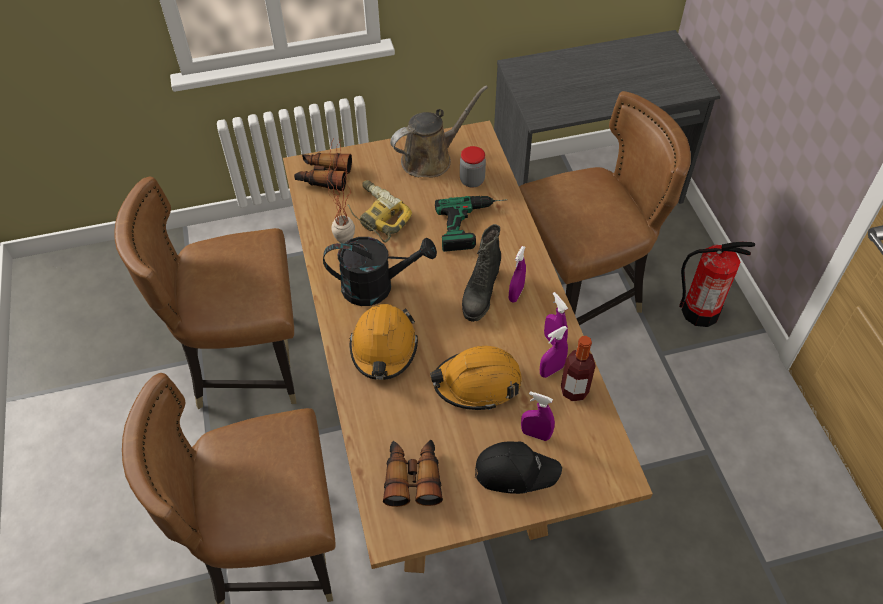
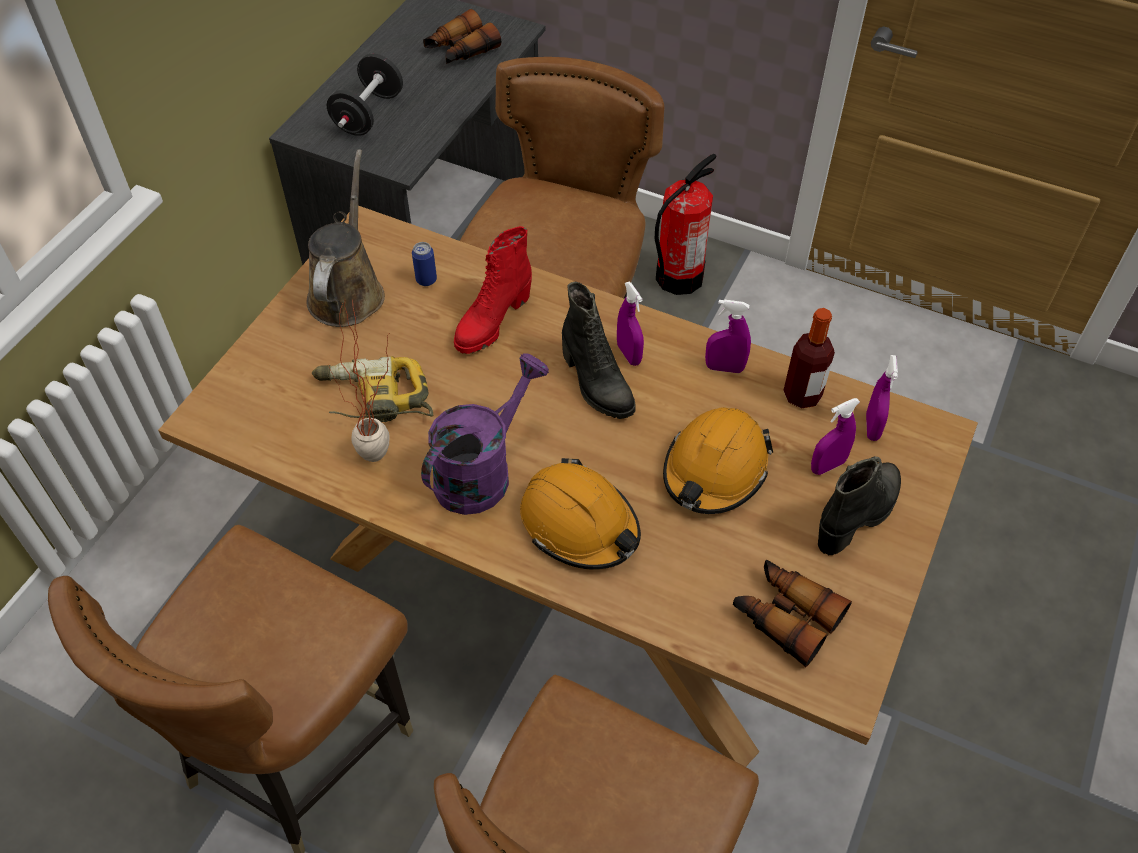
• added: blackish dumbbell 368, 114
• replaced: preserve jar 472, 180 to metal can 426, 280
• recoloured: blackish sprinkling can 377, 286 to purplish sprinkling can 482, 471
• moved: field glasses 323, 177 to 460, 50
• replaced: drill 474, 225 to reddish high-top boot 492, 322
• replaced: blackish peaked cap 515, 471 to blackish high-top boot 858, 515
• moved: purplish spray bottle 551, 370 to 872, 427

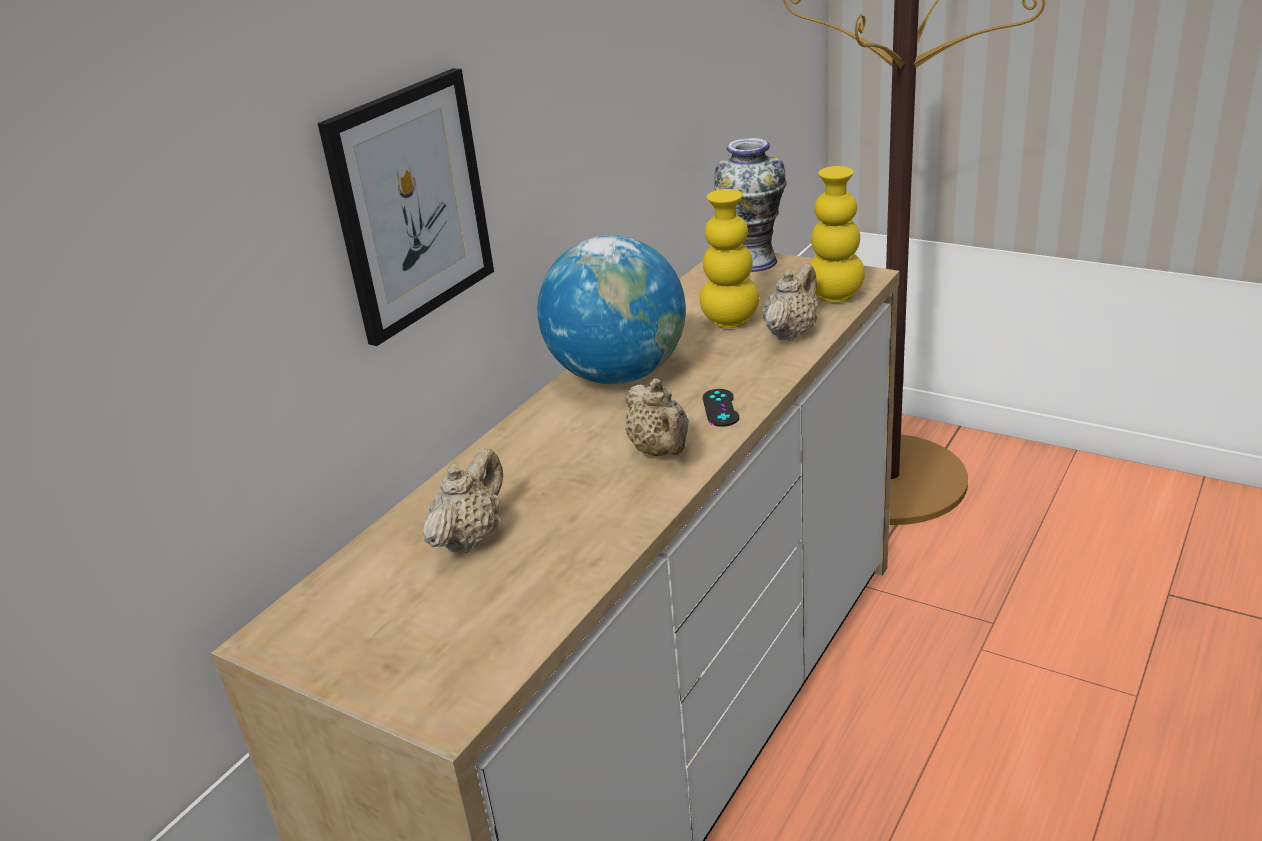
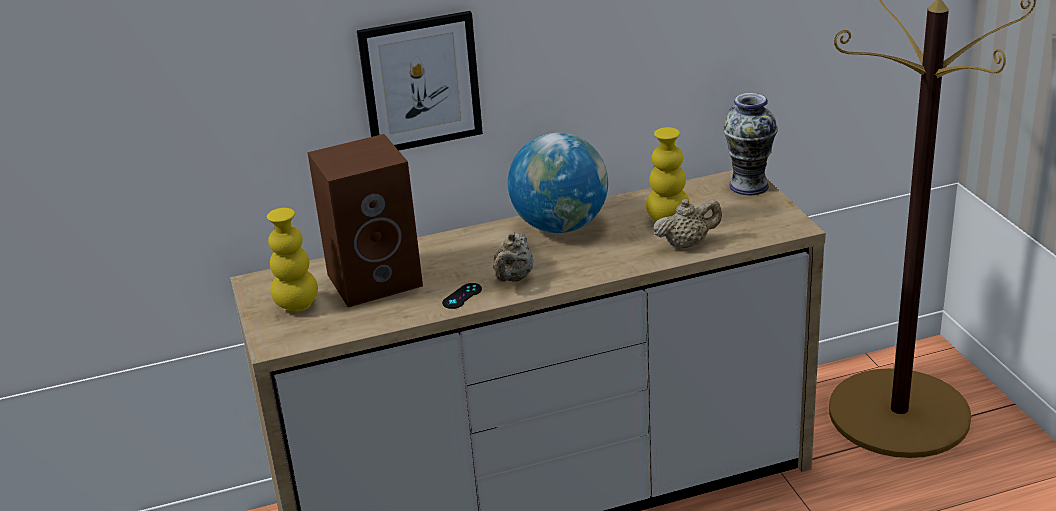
• moved: yellow-coloured vase 835, 296 to 297, 306
• replaced: sand-coloured pot for tea 470, 538 to brown speaker 376, 278
• moved: blackish gamepad 720, 408 to 462, 296

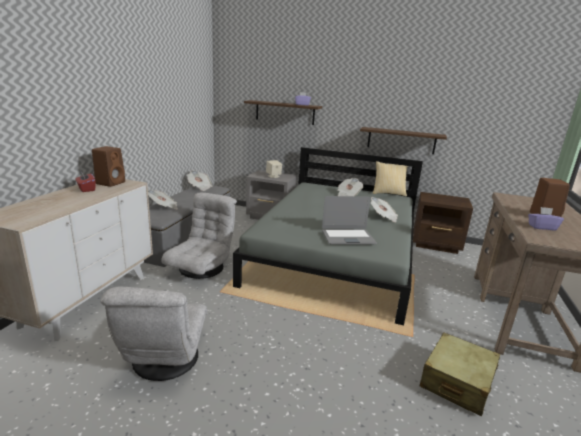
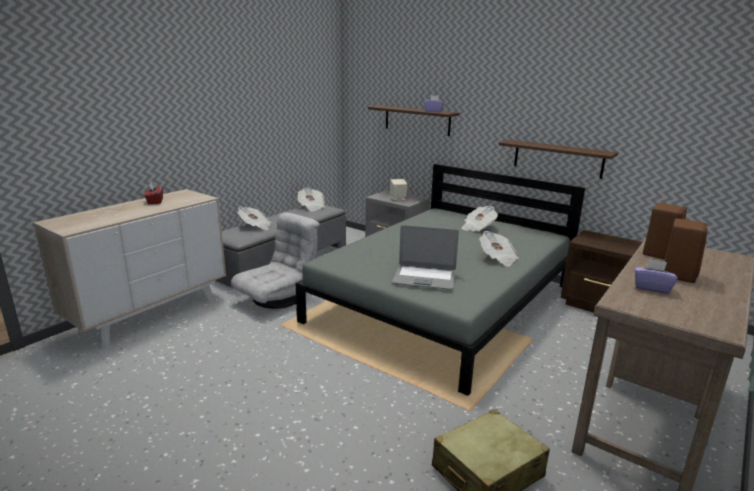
• moved: brown speaker 111, 183 to 659, 253
• removed: gray armchair 164, 357
• removed: pillow 388, 193

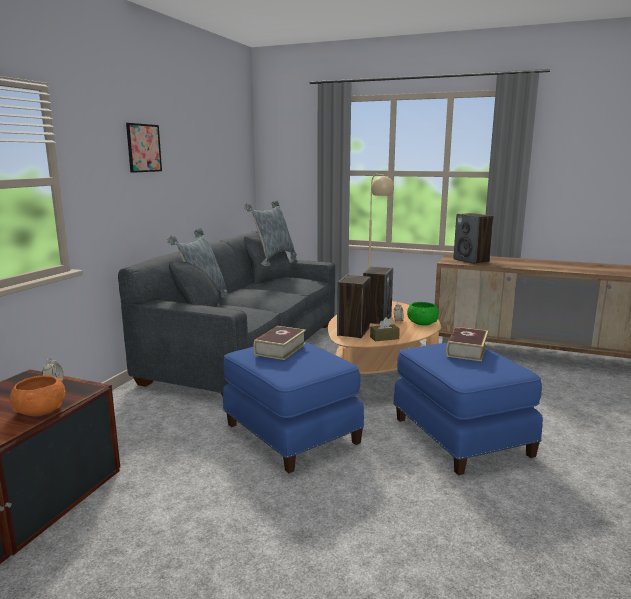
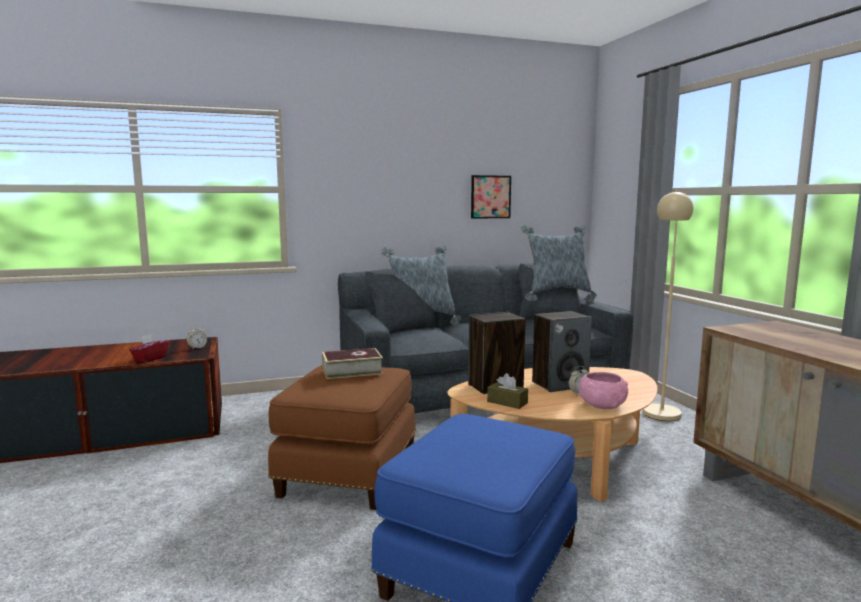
• replaced: orangey bowl 40, 411 to reddish tissue holder 150, 359
• recoloured: blue ottoman 290, 434 to brown ottoman 347, 471
• moved: wall art 144, 148 to 490, 197
• recoloured: greenish bowl 422, 323 to pinkish bowl 602, 405
• removed: volume 467, 350
• removed: speaker 471, 260

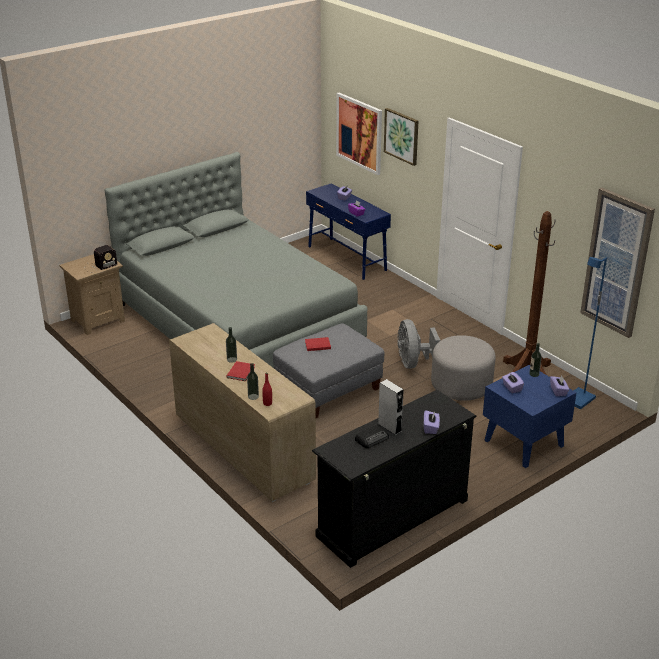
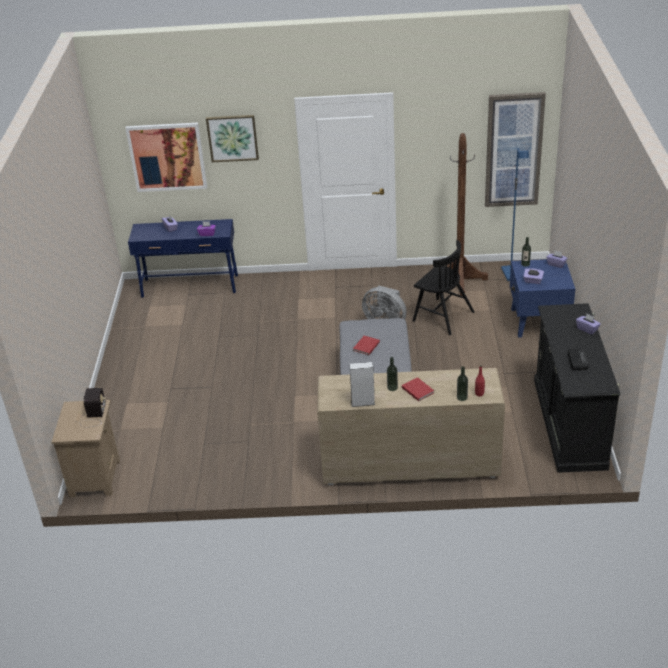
• moved: gray speaker 389, 427 to 363, 403
• replaced: gray ottoman 461, 385 to blackish plain chair 440, 315
• removed: gray sleeping bed 238, 323

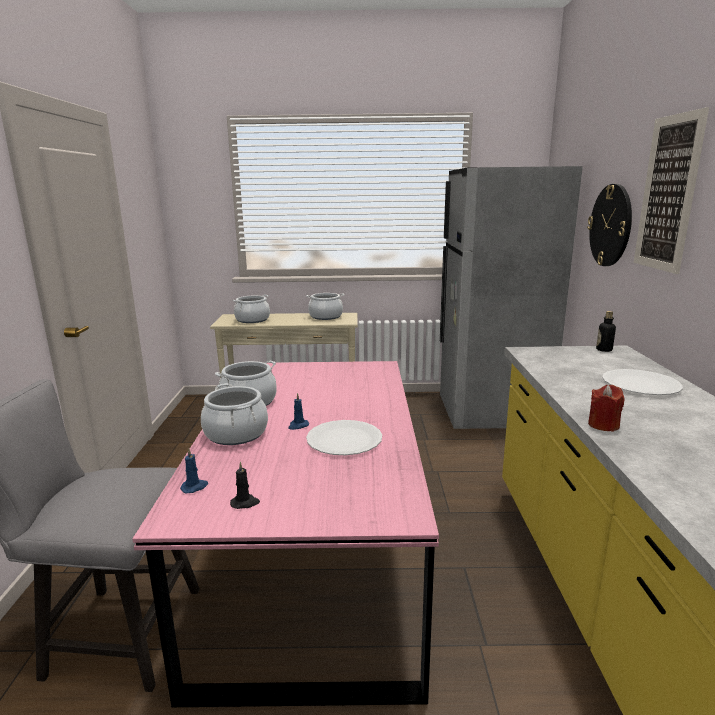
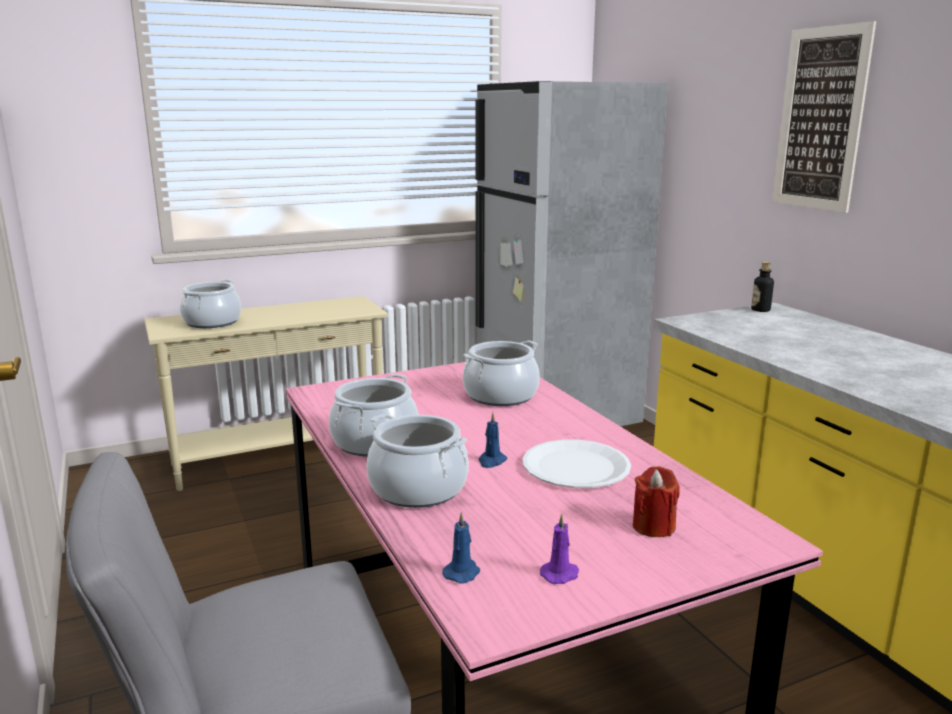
• moved: saucepot 325, 316 to 500, 395
• recoloured: blackish wax light 245, 503 to purplish wax light 560, 574
• moved: reddish wax light 603, 425 to 653, 526
• removed: clock on the wall 610, 225
• removed: white dinner plate 641, 384

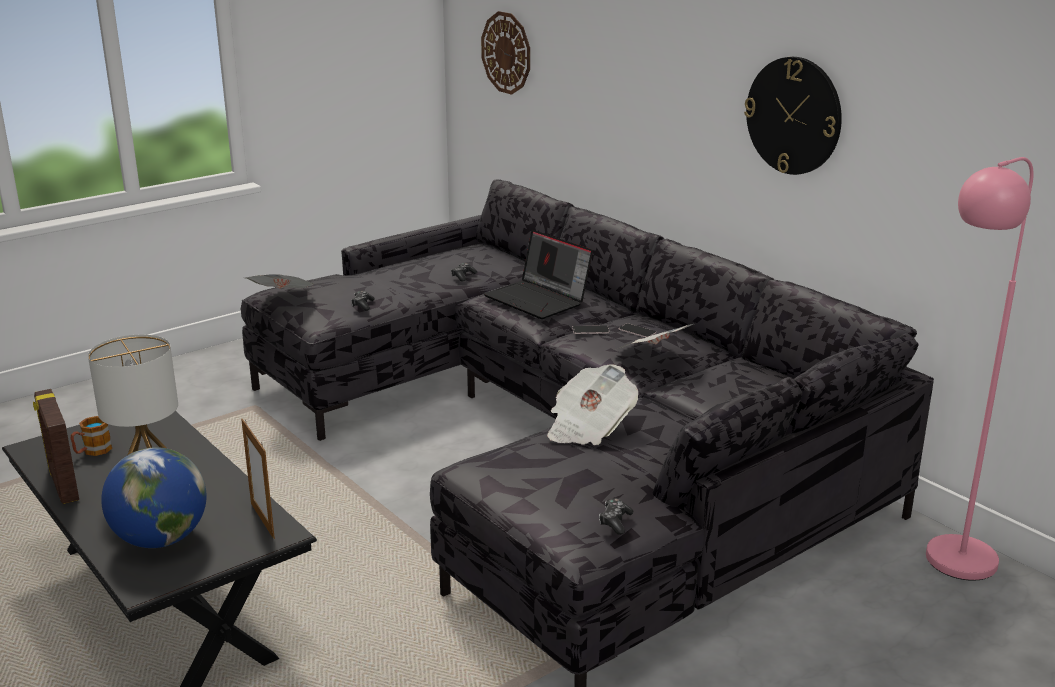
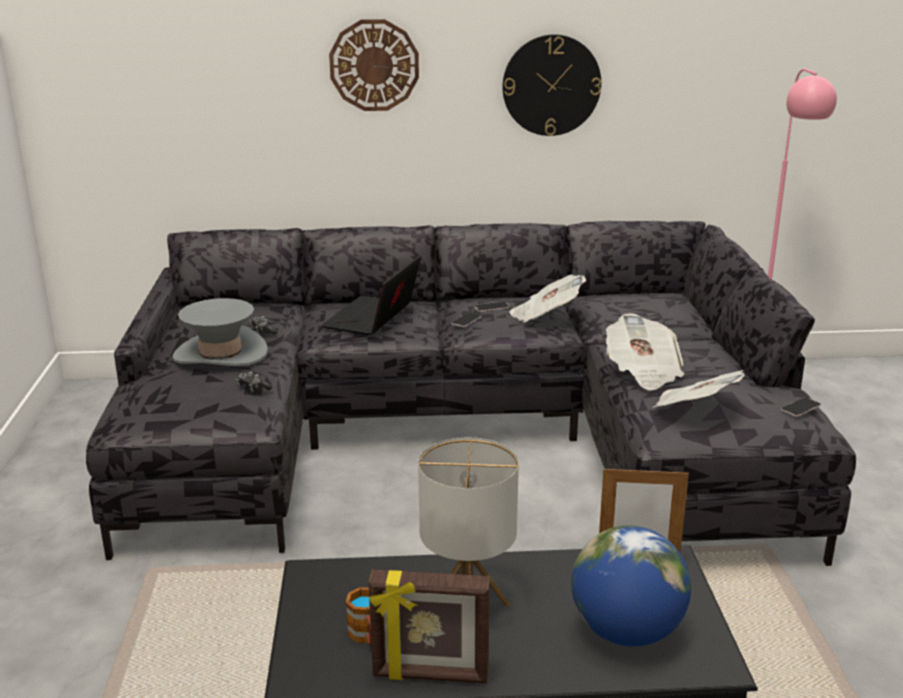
• added: gray clothing hat 220, 354
• turned: laptop 539, 299 = 373, 318 120 degrees clockwise
• moved: clock on the wall 506, 52 to 374, 65
• moved: newspaper 283, 299 to 694, 410
• replaced: gamepad 615, 522 to telephone 800, 407

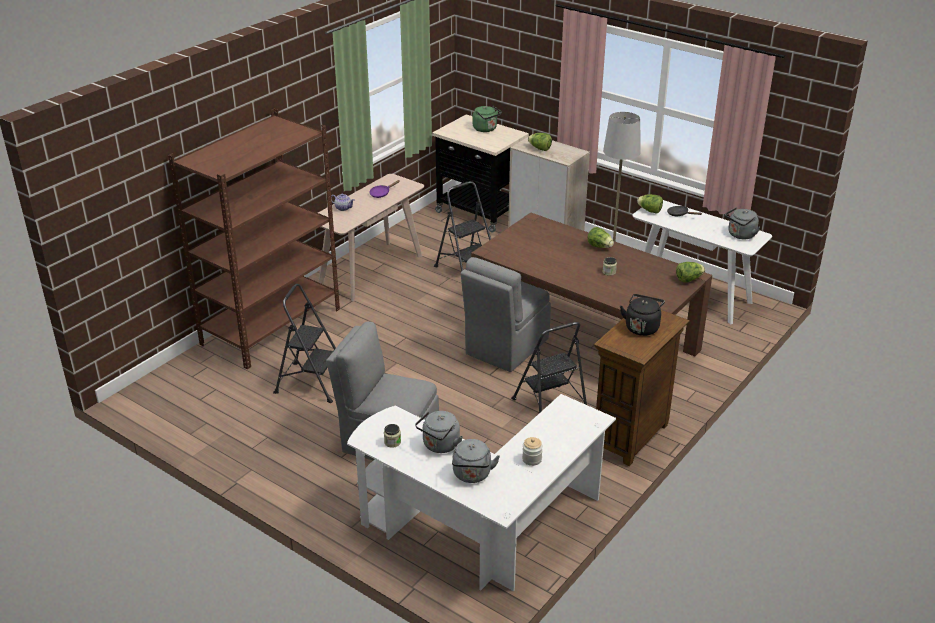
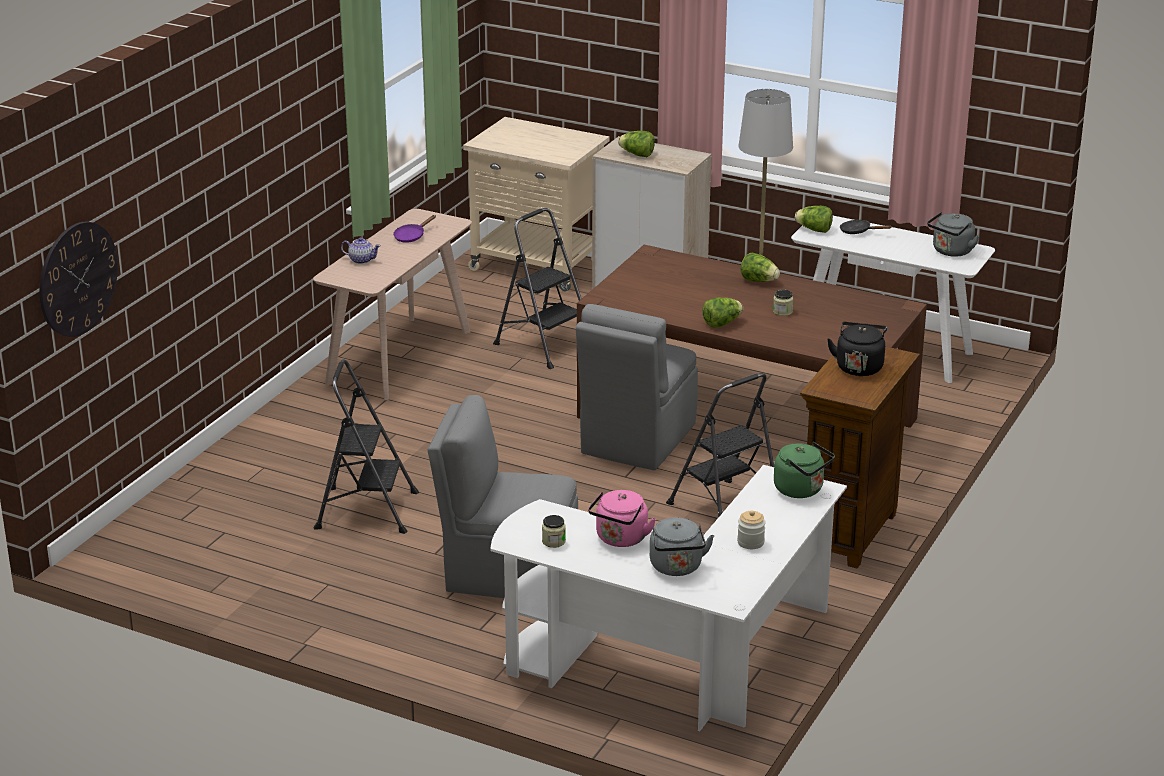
• added: clock on the wall 78, 279
• recoloured: blackish trolley 479, 213 to sand-coloured trolley 537, 267
• recoloured: gray kettle 440, 446 to pinkish kettle 620, 539
• moved: head of lettuce 688, 279 to 721, 323
• moved: greenish kettle 486, 129 to 801, 490
• removed: brown shelving unit 271, 326

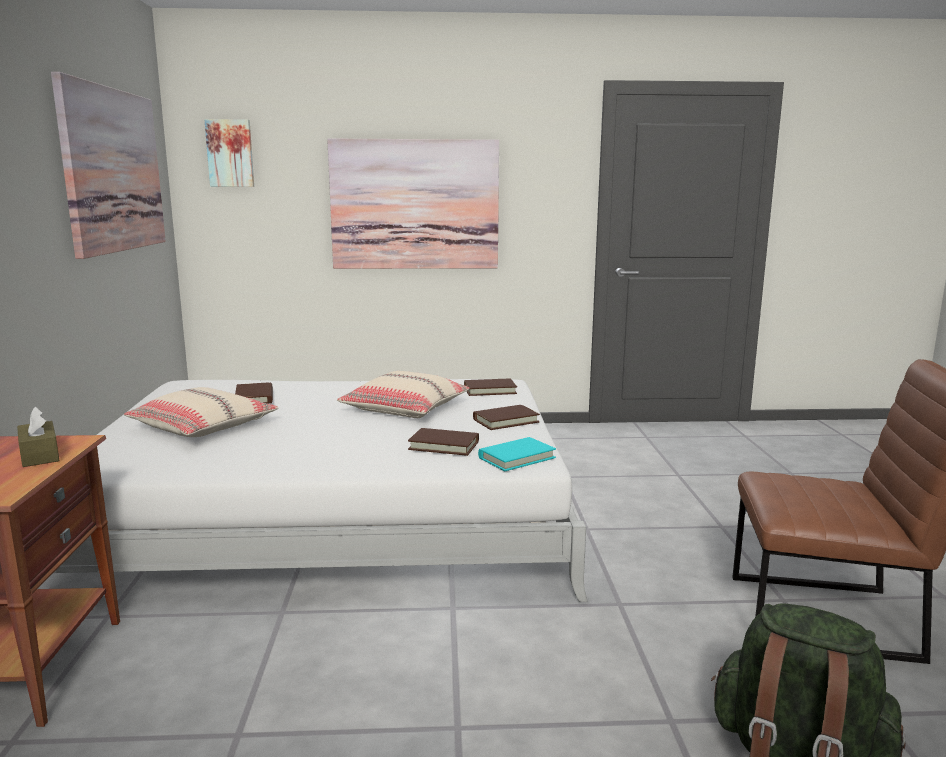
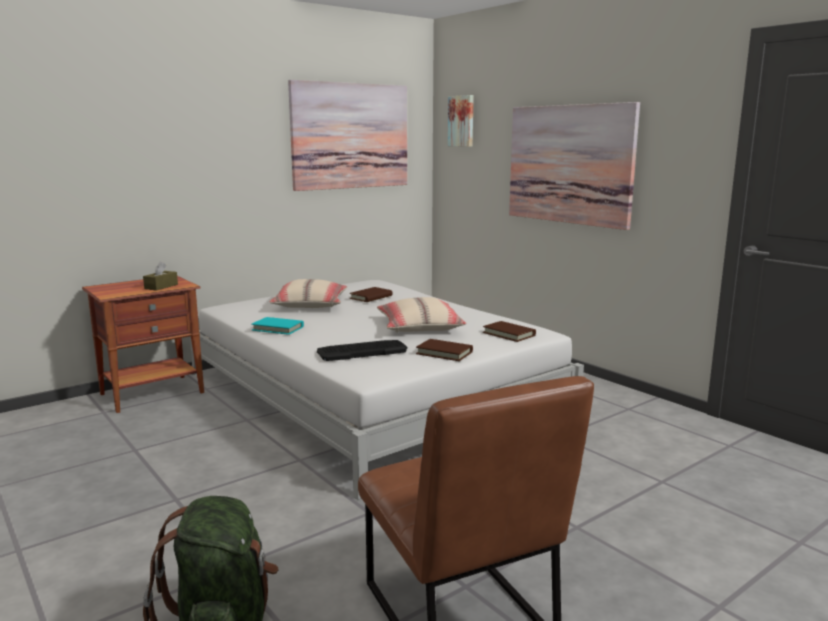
• moved: turquoise volume 516, 458 to 278, 328
• replaced: brown volume 444, 445 to computer keyboard 361, 351

